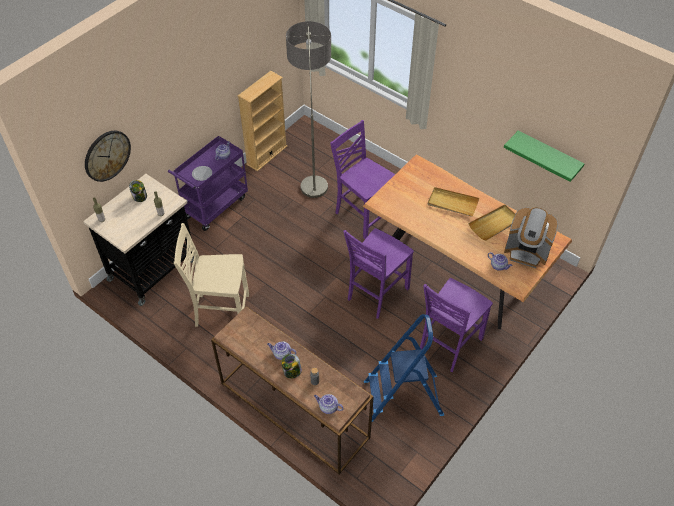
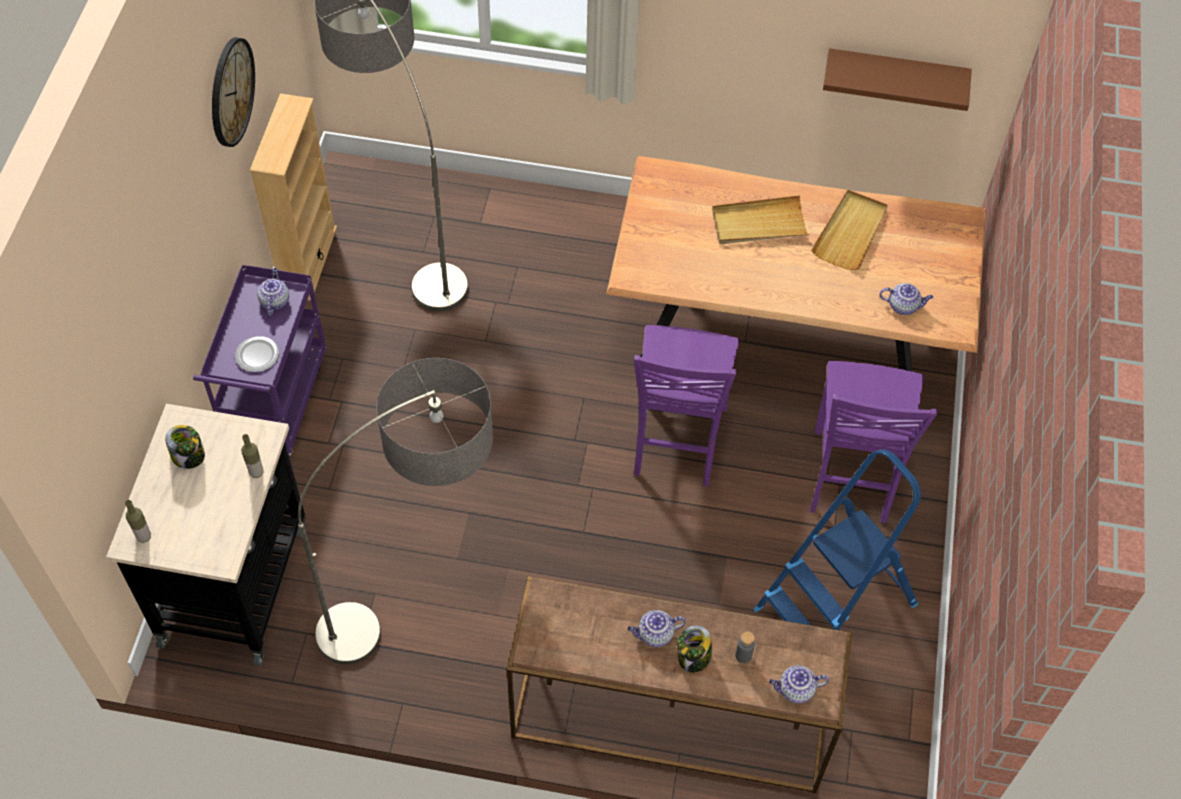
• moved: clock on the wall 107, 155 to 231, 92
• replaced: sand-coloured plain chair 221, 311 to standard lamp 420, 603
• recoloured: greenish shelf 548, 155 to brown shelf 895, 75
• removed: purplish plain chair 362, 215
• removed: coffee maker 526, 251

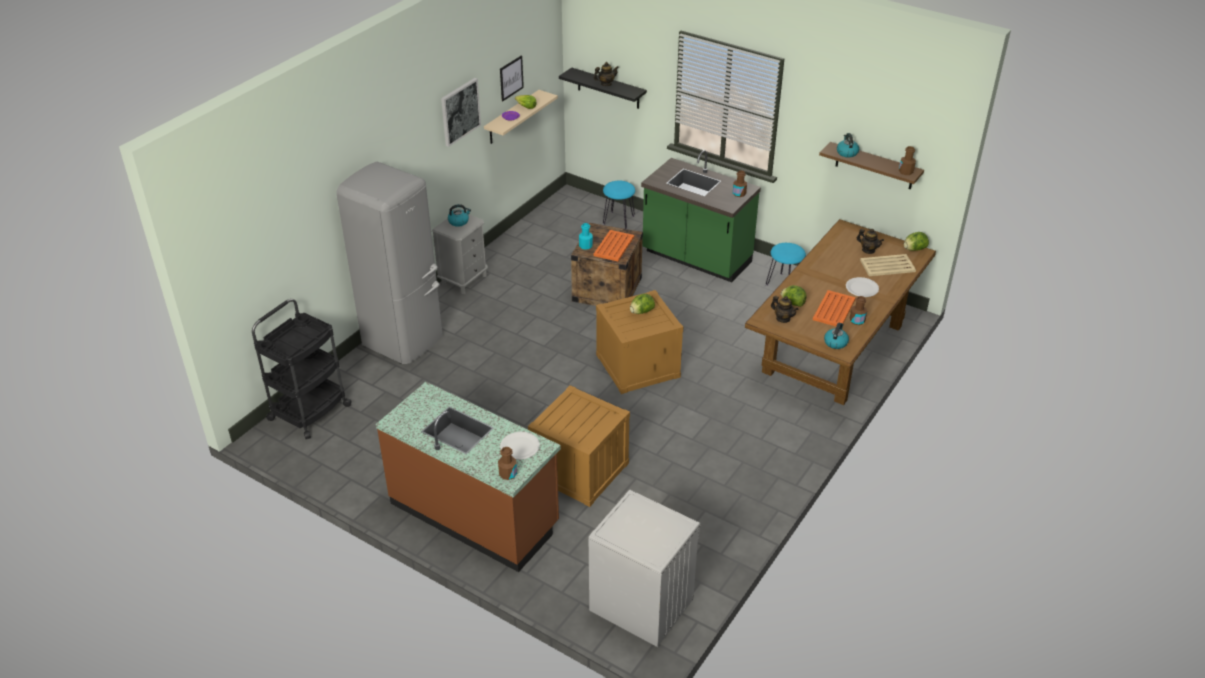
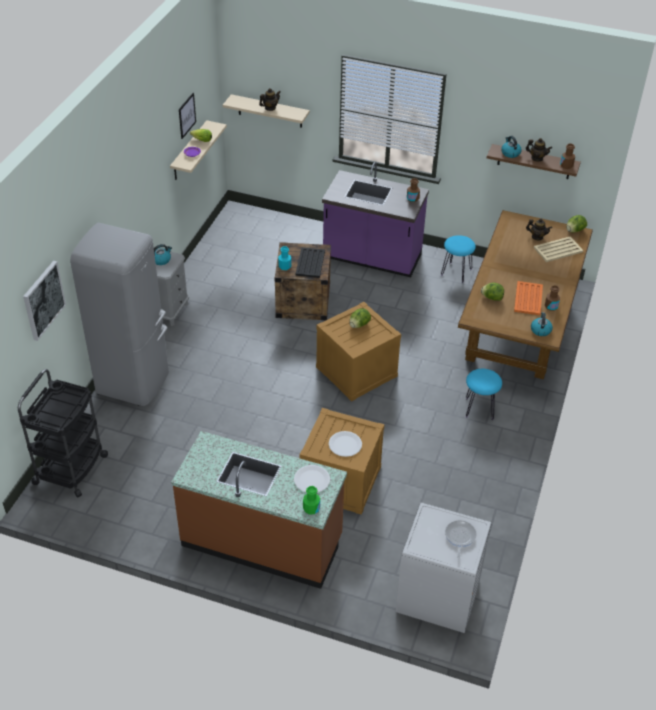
• moved: wall art 460, 111 to 43, 300
• recoloured: blackish shelf 608, 88 to sand-coloured shelf 270, 111
• recoloured: orangey tray 614, 246 to blackish tray 310, 263
• recoloured: brown drink bottle 508, 474 to greenish drink bottle 311, 508
• recoloured: greenish kitchen base unit 696, 259 to purplish kitchen base unit 372, 258
• moved: white dinner plate 862, 288 to 345, 444
• added: frying pan 459, 537
• moved: turquoise stool 618, 220 to 479, 408
• moved: pot for tea 783, 318 to 537, 158

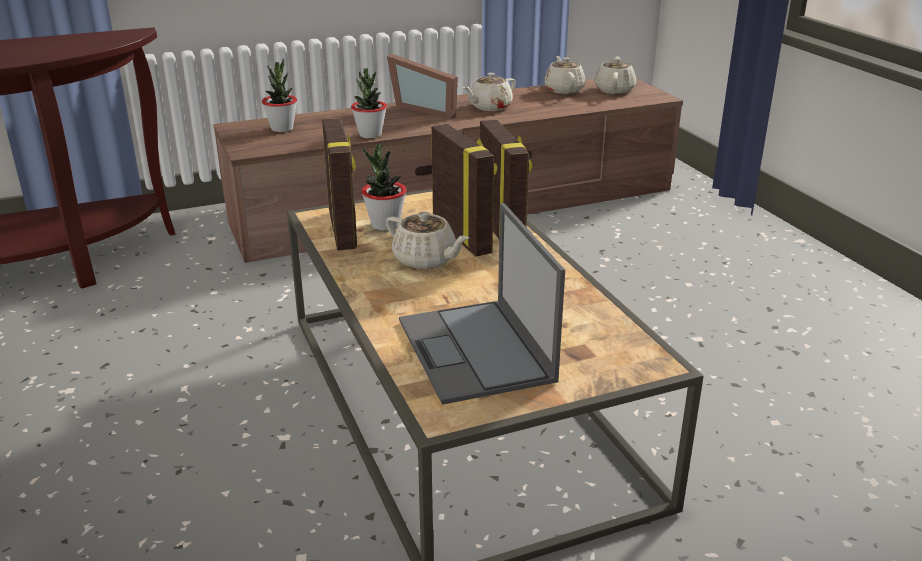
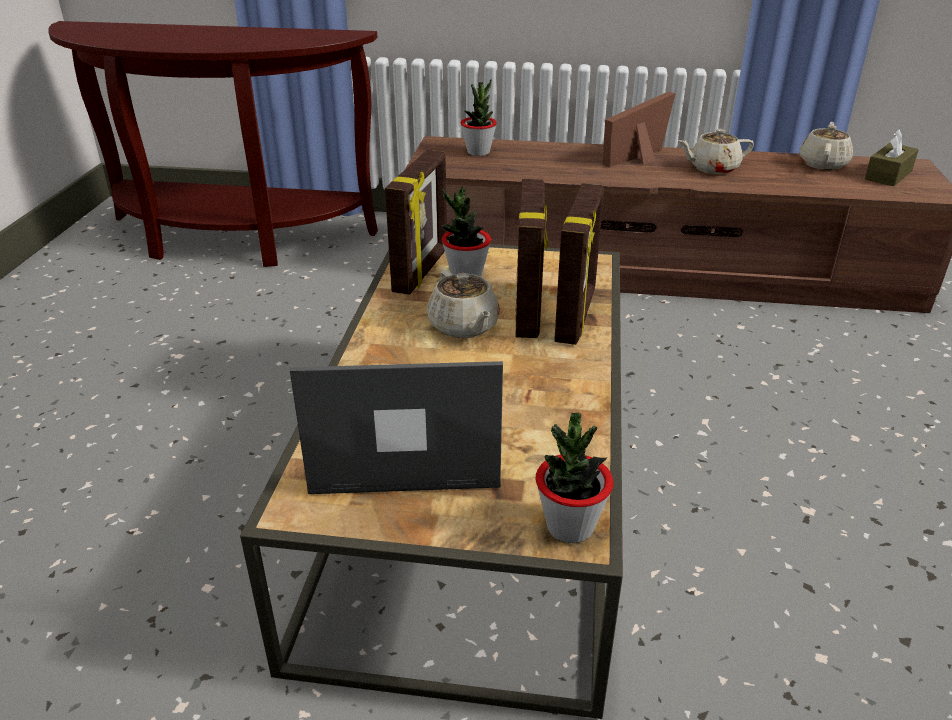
• turned: laptop 476, 351 = 403, 447 75 degrees clockwise
• moved: plant in a pot 370, 135 to 570, 527
• turned: picture frame 427, 109 = 641, 158 75 degrees clockwise
• replaced: sand-coloured pot for tea 614, 90 to brown tissue holder 888, 175

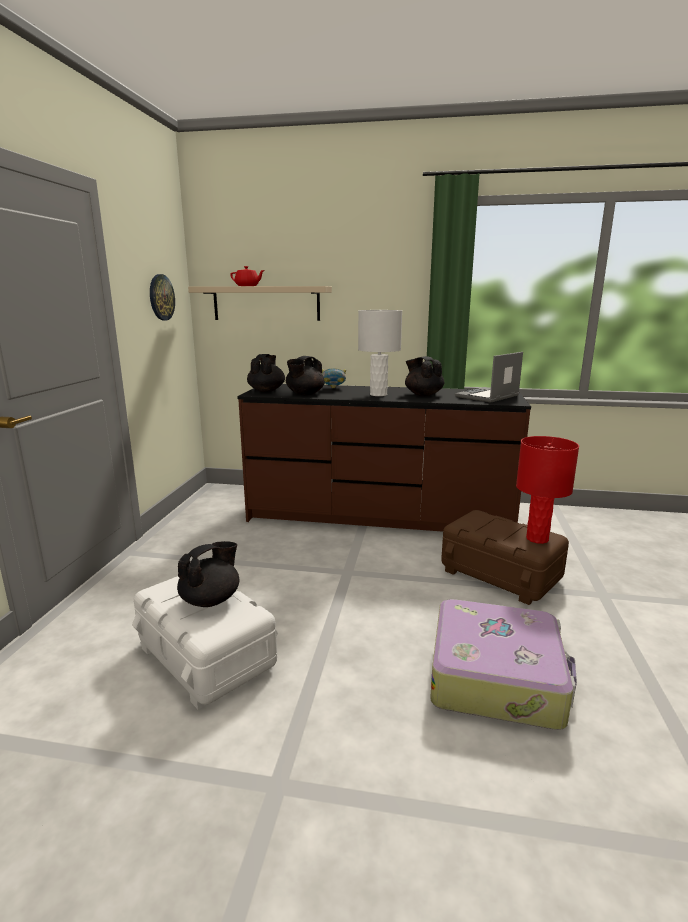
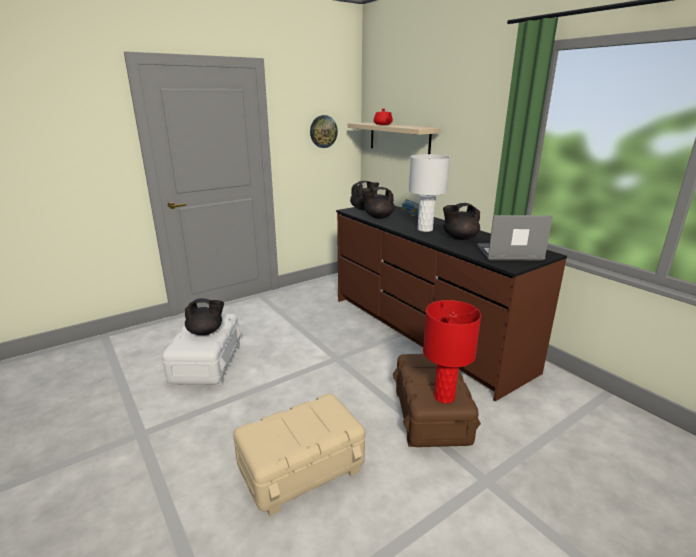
• replaced: suitcase 497, 676 to sand-coloured storage container 301, 467
• turned: blackish pot for tea 423, 394 = 459, 238 120 degrees counterclockwise

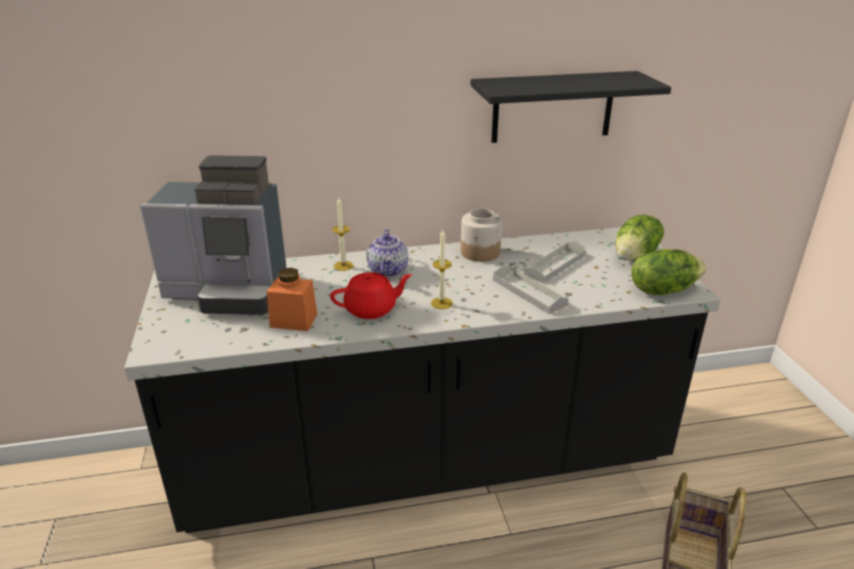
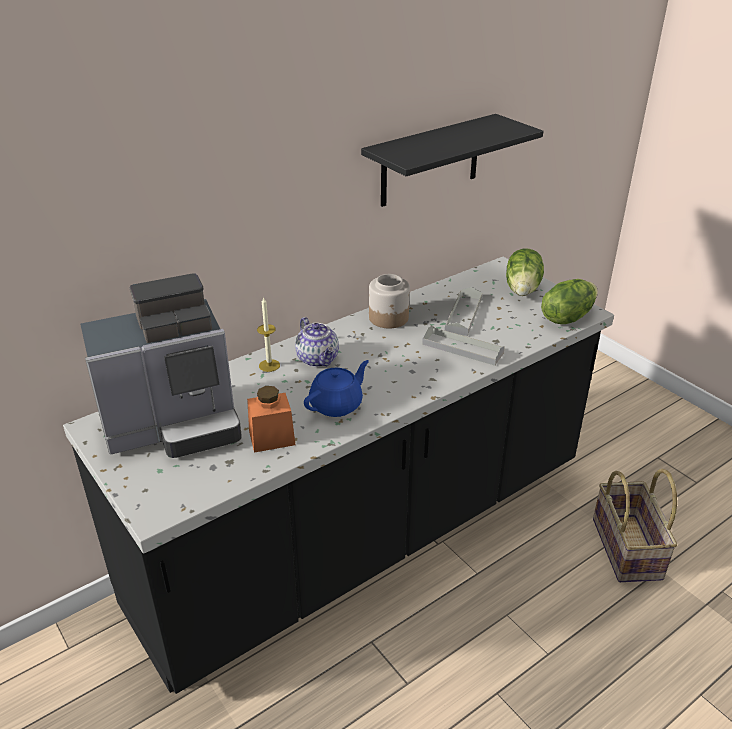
• recoloured: reddish pot for tea 371, 309 to blue pot for tea 337, 405
• removed: wax light 441, 303

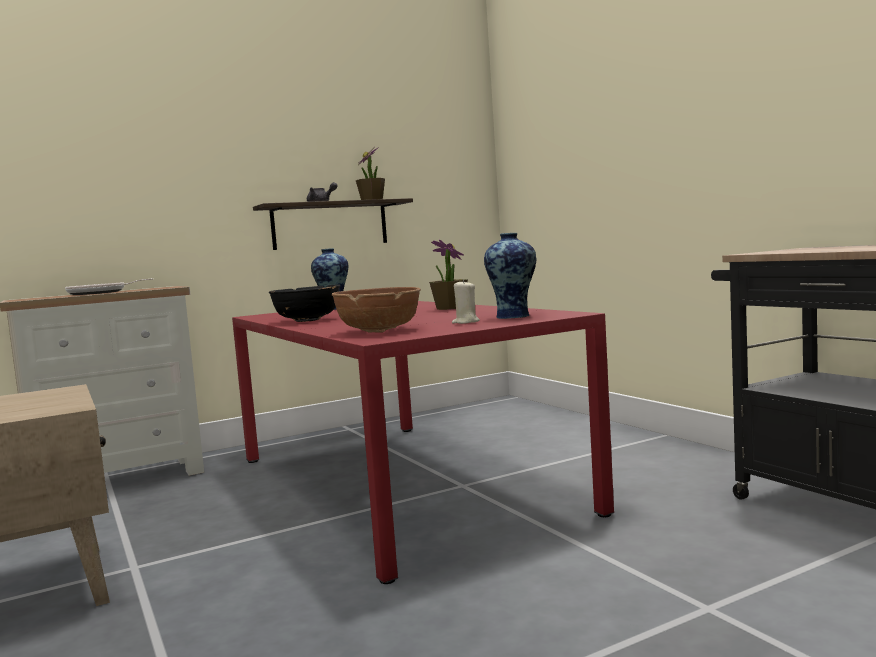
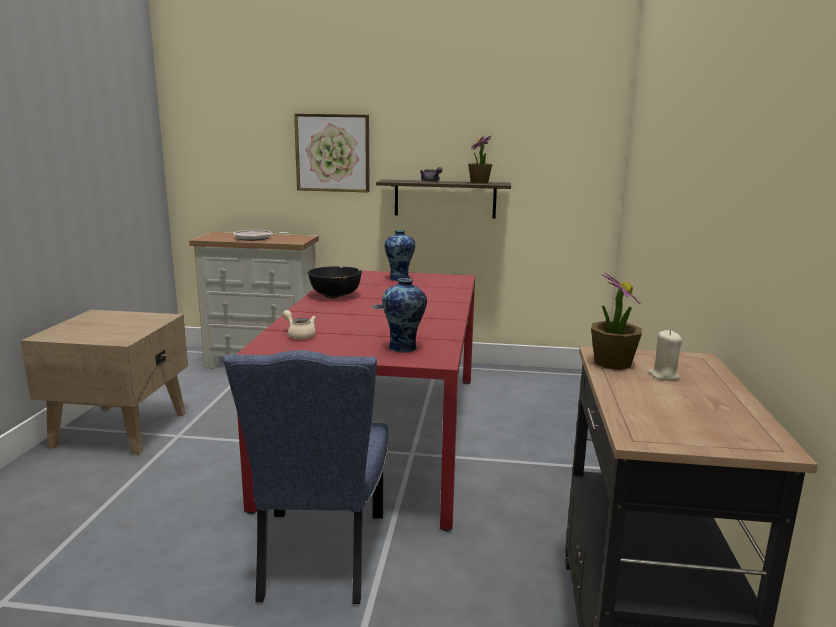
• added: blue plain chair 320, 552
• replaced: brown bowl 379, 330 to sand-coloured pot for tea 299, 335
• added: wall art 332, 153
• moved: plant in a pot 450, 308 to 612, 363
• moved: sand-coloured wax light 465, 322 to 663, 376

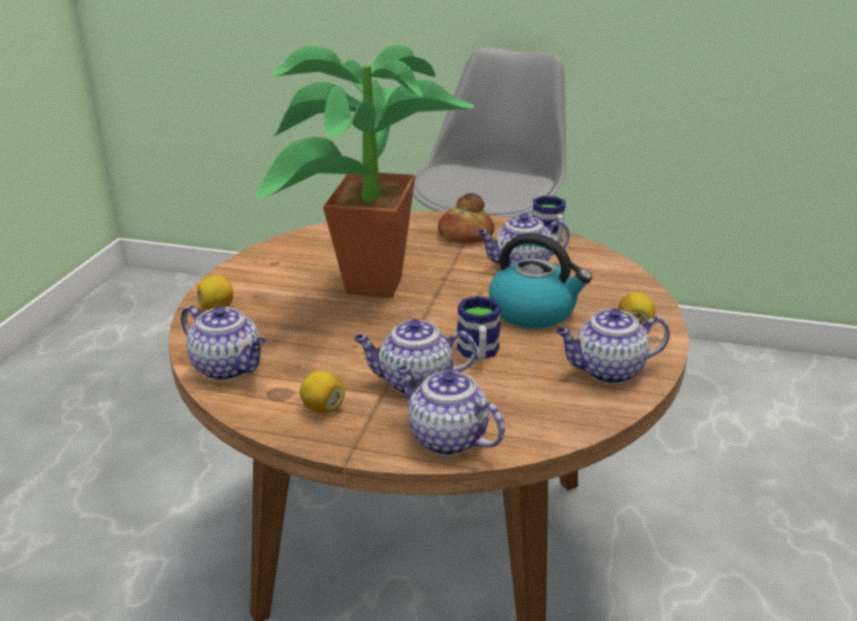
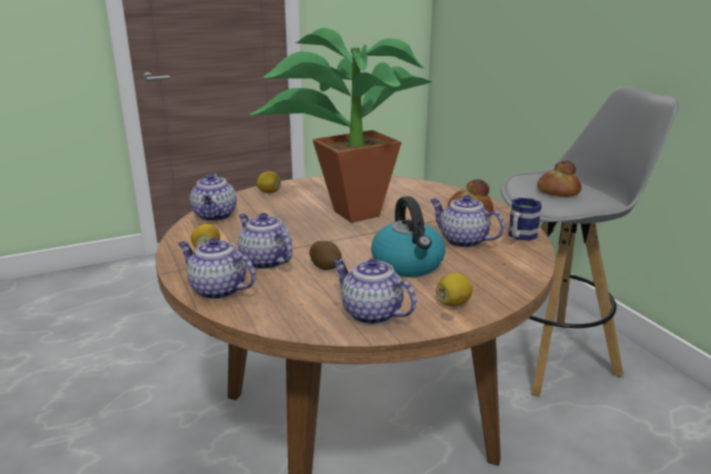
• turned: pot for tea 446, 438 = 217, 290 60 degrees counterclockwise
• replaced: tea mug 478, 353 to spud 326, 266
• added: bread 557, 191

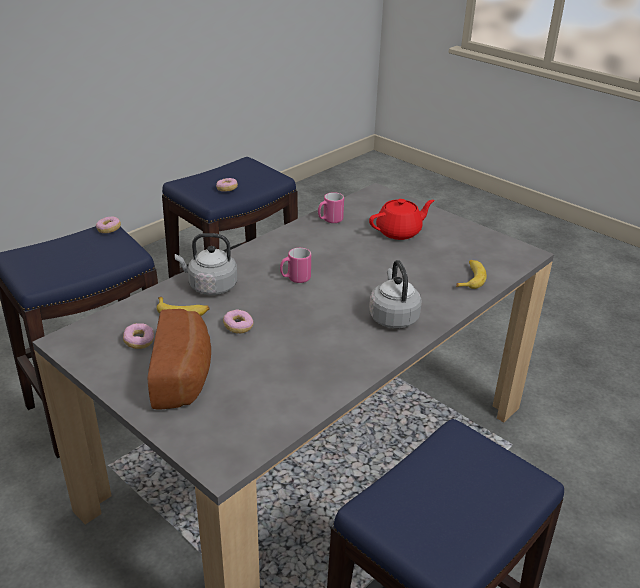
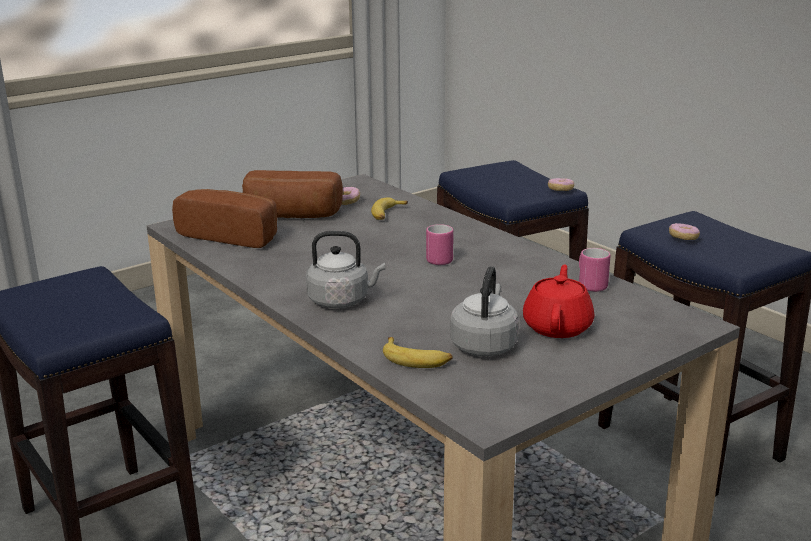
• added: bread 232, 235
• moved: gray kettle 210, 286 to 484, 345
• turned: reddish pot for tea 399, 232 = 558, 326 150 degrees counterclockwise
• removed: doughnut 238, 327

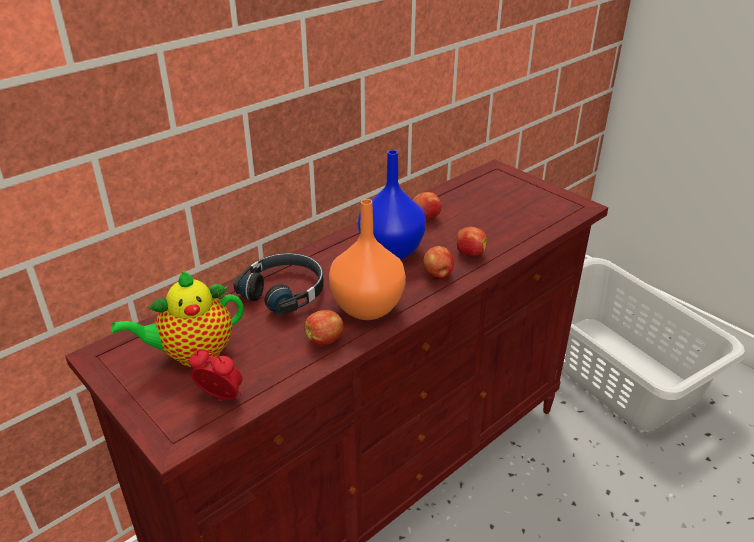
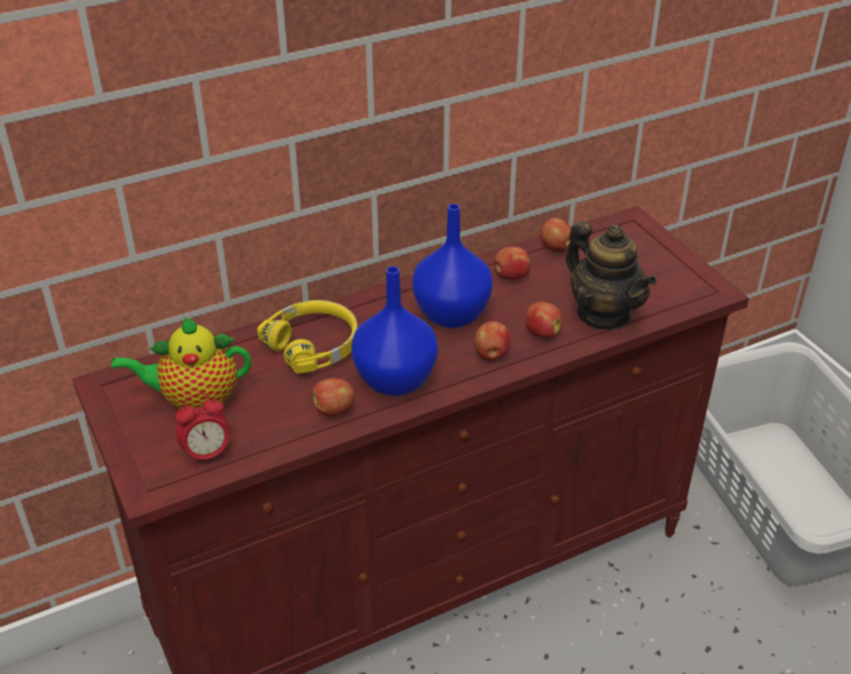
• turned: table clock 221, 398 = 207, 454 120 degrees clockwise
• recoloured: blackish pair of headphones 285, 291 to yellow-coloured pair of headphones 314, 345
• recoloured: orangey vase 367, 309 to blue vase 395, 382
• added: whole apple 556, 248
• added: pot for tea 603, 314

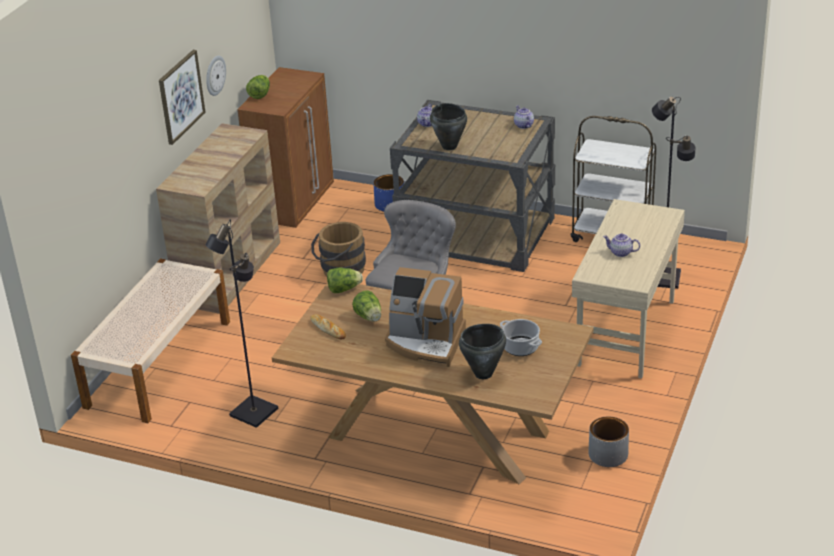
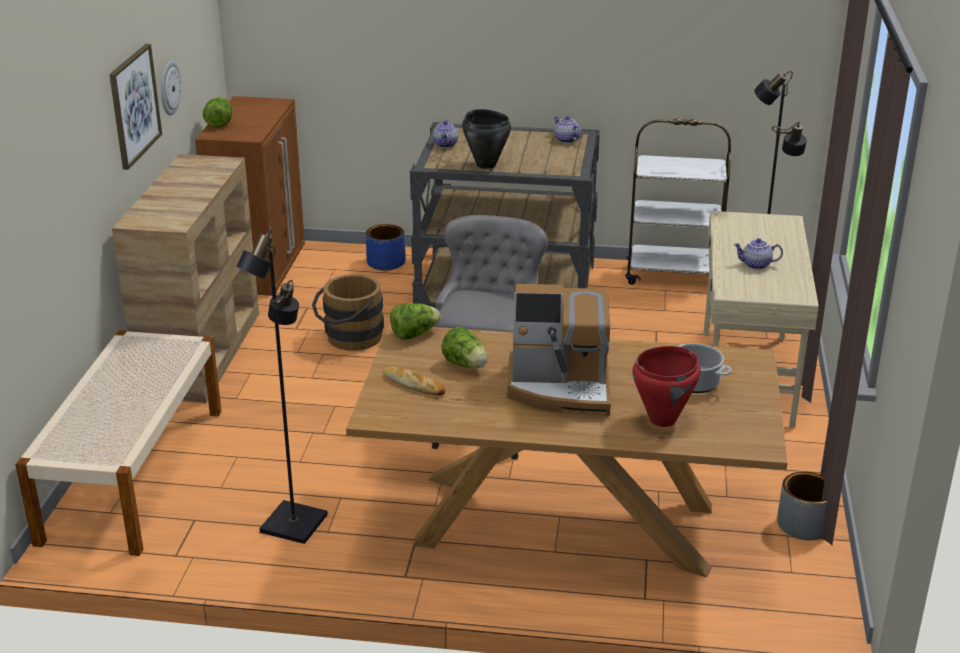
• recoloured: blackish saucepot 484, 374 to reddish saucepot 663, 420

